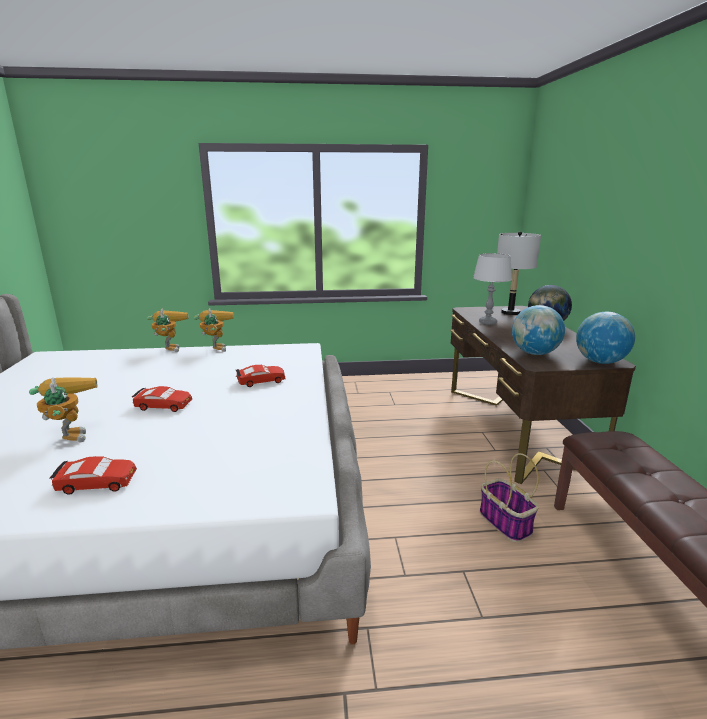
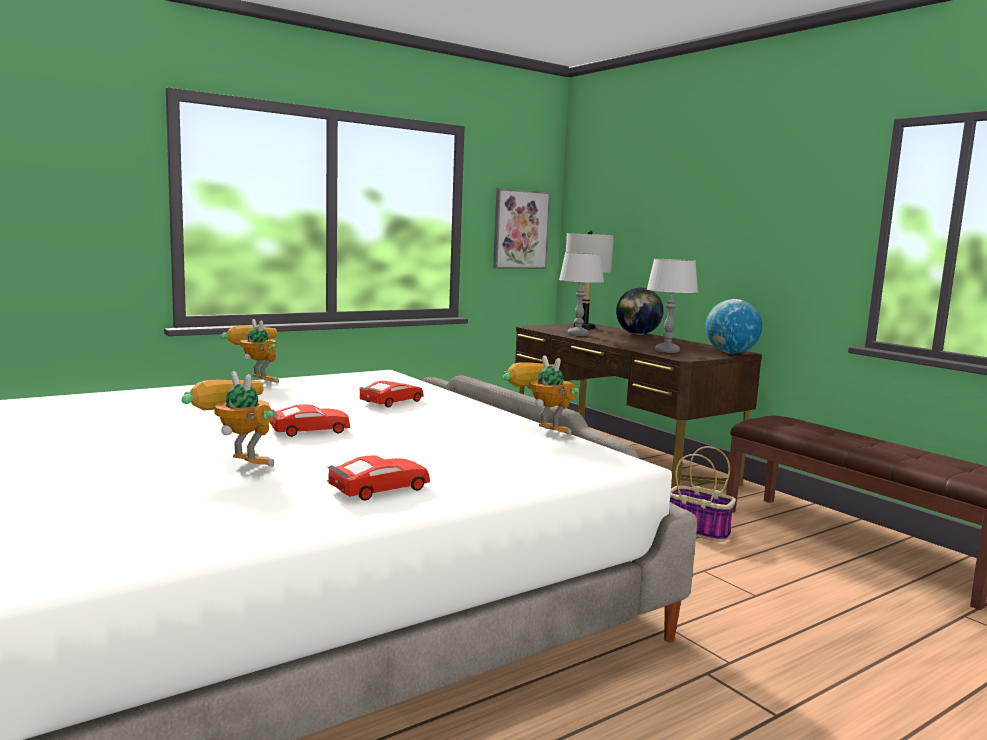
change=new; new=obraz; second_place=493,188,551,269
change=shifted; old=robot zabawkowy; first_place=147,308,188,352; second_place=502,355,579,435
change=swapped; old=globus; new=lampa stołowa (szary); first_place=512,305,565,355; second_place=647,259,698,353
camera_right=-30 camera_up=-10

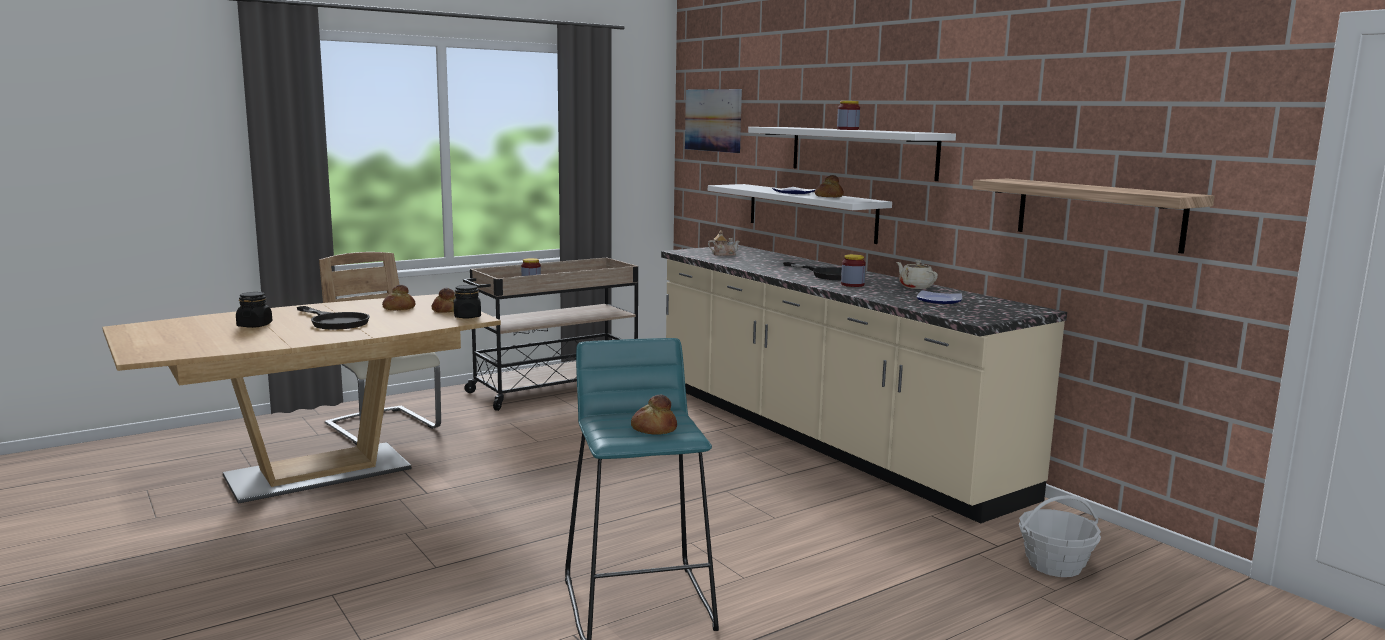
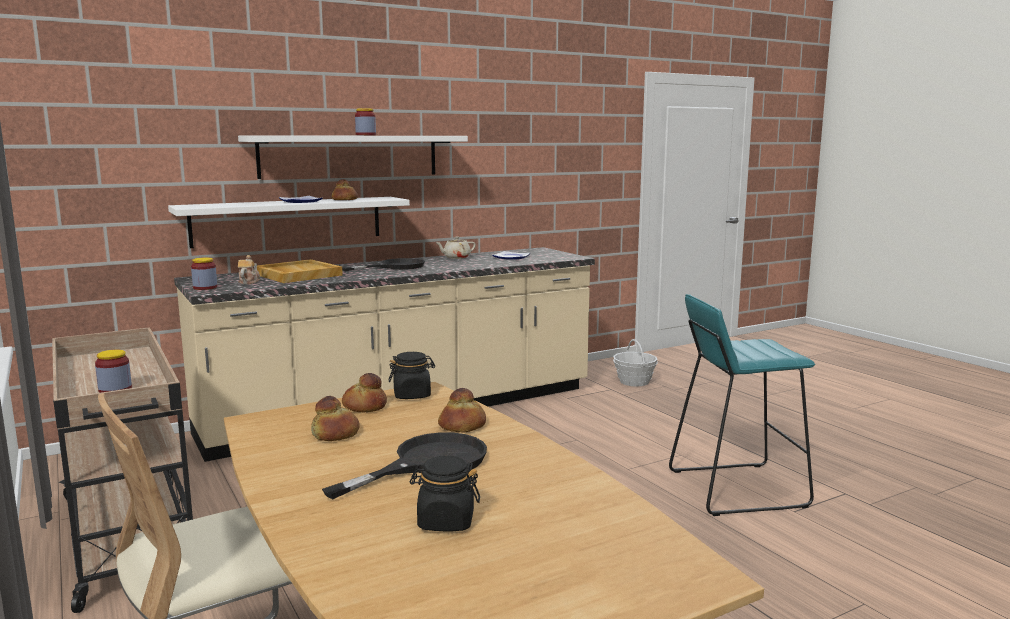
change=gone; old=obraz; first_place=685,89,742,153
change=gone; old=półka; first_place=972,179,1215,254
change=new; new=taca (beżowy); second_place=257,259,343,283
change=shifted; old=chleb; first_place=631,395,677,435; second_place=438,388,486,432
change=shifted; old=słoik; first_place=841,254,866,287; second_place=191,257,217,290
camera_right=-85 camera_up=0

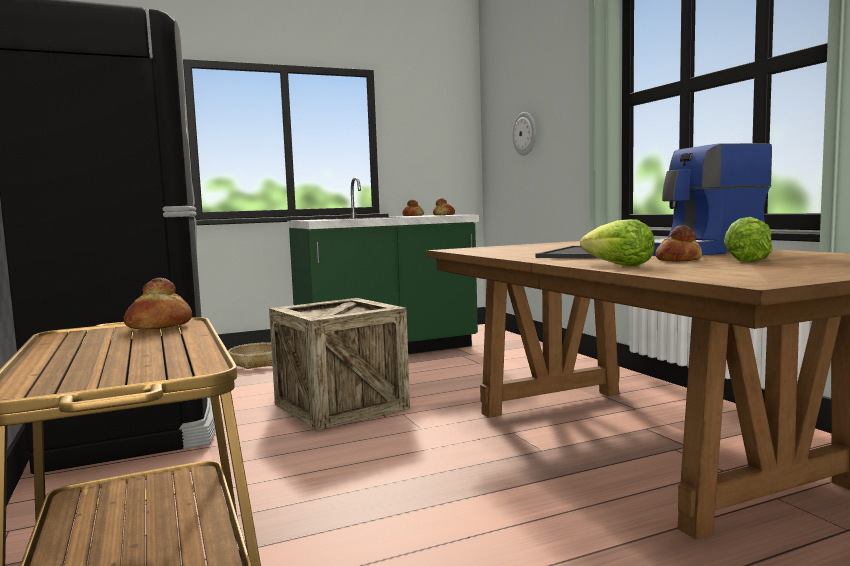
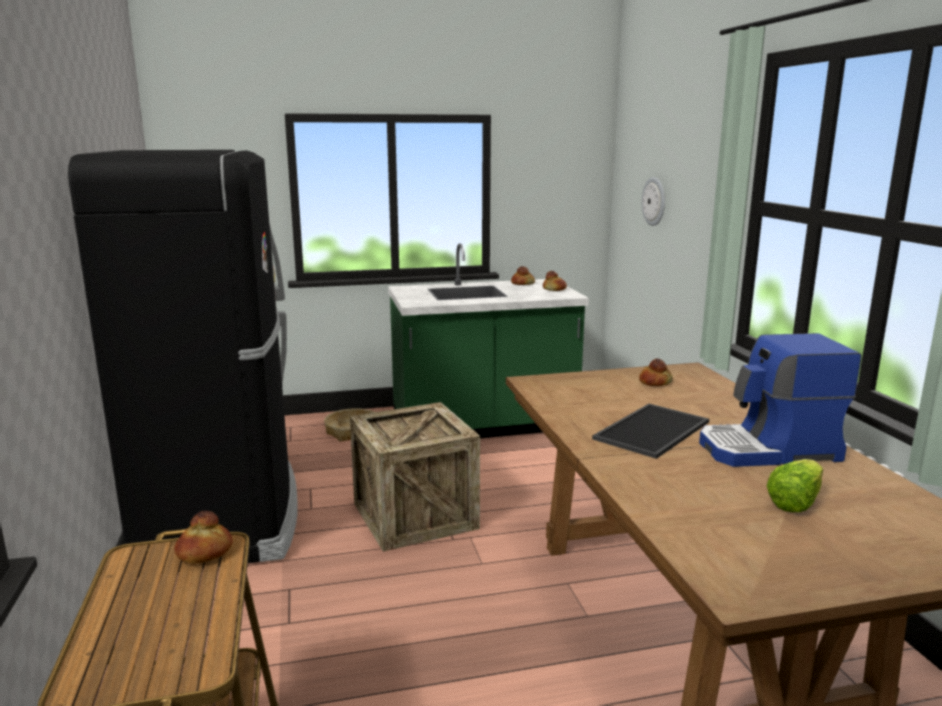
change=gone; old=sałata; first_place=580,219,655,266
change=shifted; old=chleb; first_place=655,225,702,262; second_place=639,358,673,386
camera_right=10 camera_up=10

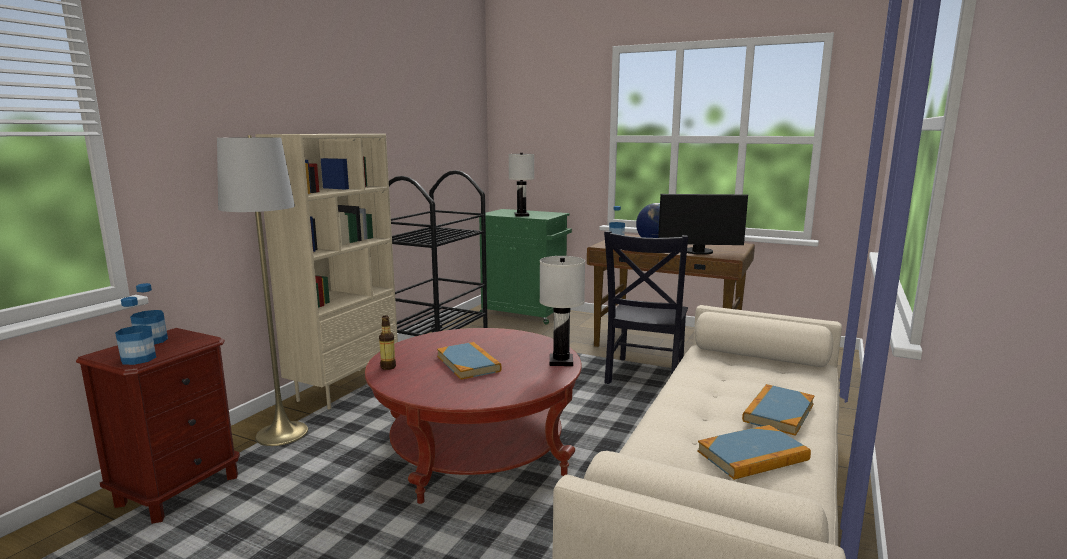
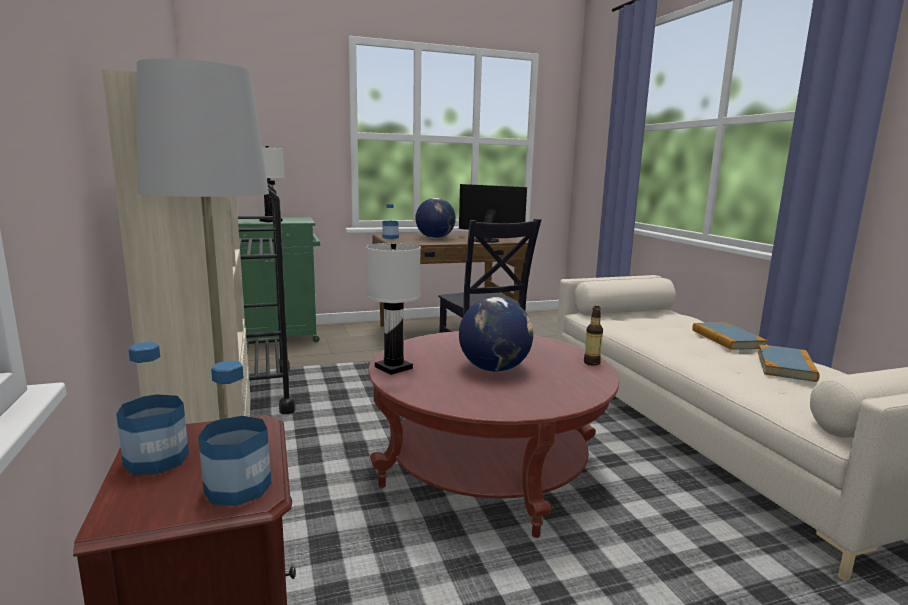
change=shifted; old=butelka; first_place=379,316,396,370; second_place=584,306,603,366
change=shifted; old=lampa stołowa (biały); first_place=539,256,585,366; second_place=366,243,421,375
change=swapped; old=książka; new=globus; first_place=437,342,502,380; second_place=459,297,533,372
change=rotated; old=monitor; first_place=658,194,748,255; second_place=459,184,527,243; degrees=-105
camera_right=-45 camera_up=0

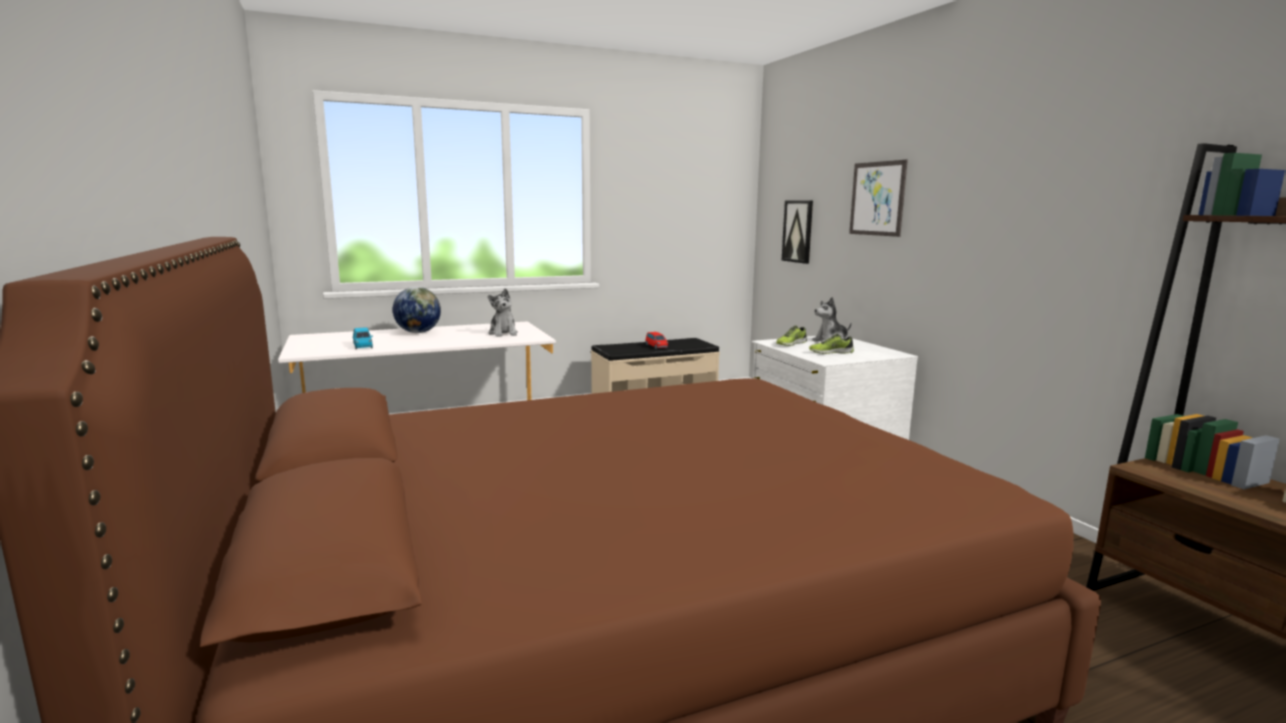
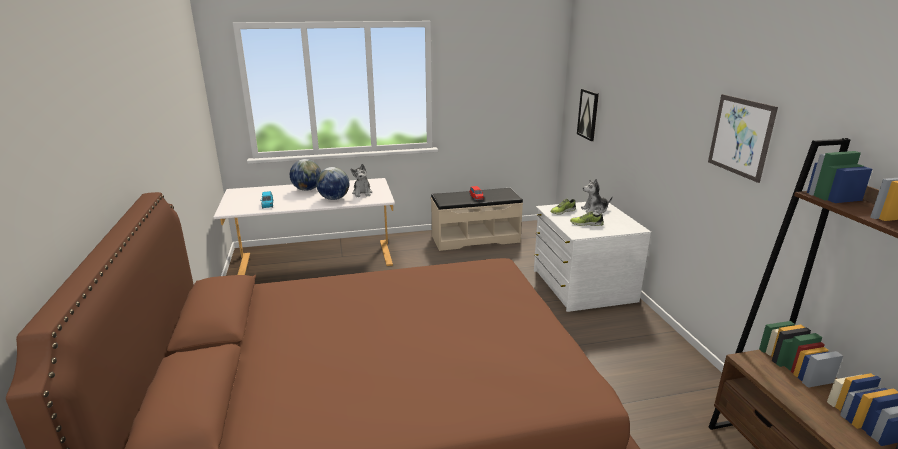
change=new; new=globus; second_place=316,167,349,200
change=shifted; old=obraz; first_place=849,160,908,237; second_place=708,94,778,183
camera_right=10 camera_up=10

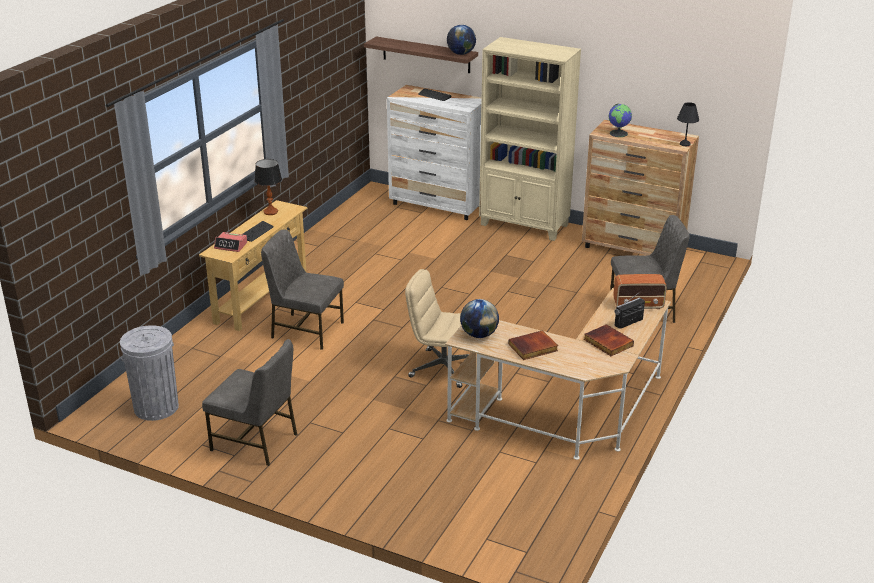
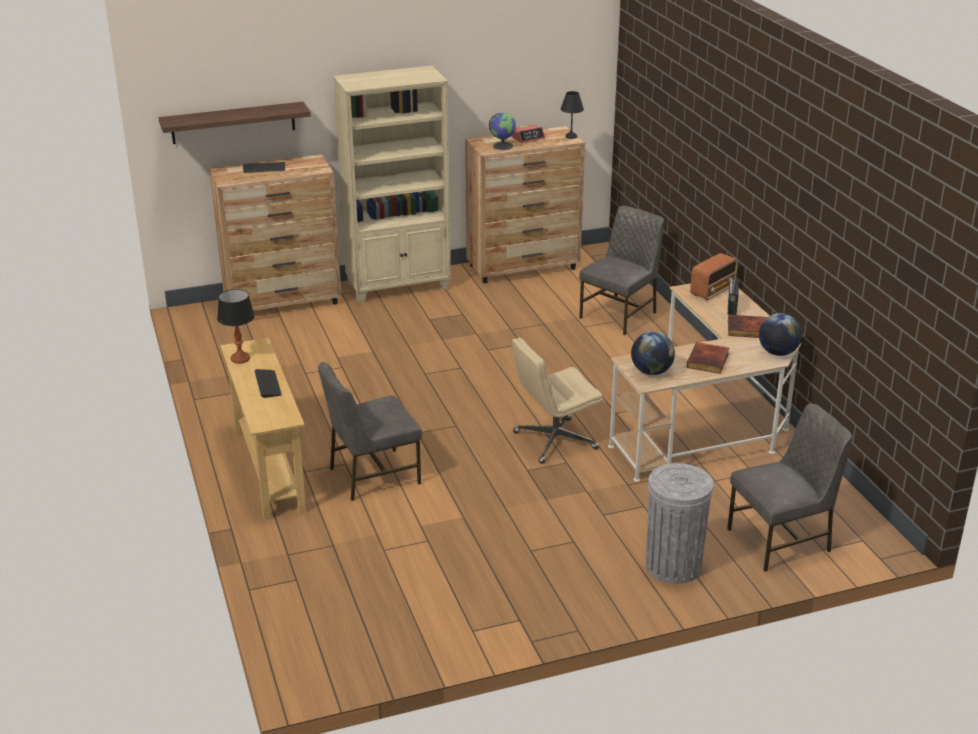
change=shifted; old=kosz na śmieci (szary); first_place=120,325,179,421; second_place=646,463,714,584
change=shifted; old=krzesło (szary); first_place=202,339,297,466; second_place=727,404,852,572
change=shifted; old=budzik; first_place=214,232,247,252; second_place=511,124,545,143
change=shifted; old=globus; first_place=447,25,476,55; second_place=759,313,802,356
change=repainted; old=komoda (biały); new=komoda (brązowy); first_place=387,85,482,220; second_place=209,154,342,311
camera_right=-45 camera_up=0

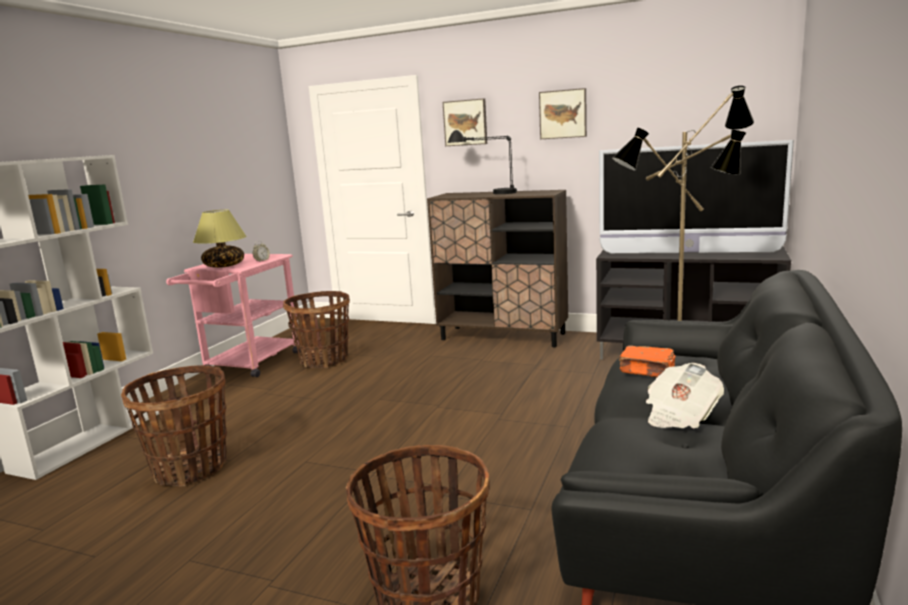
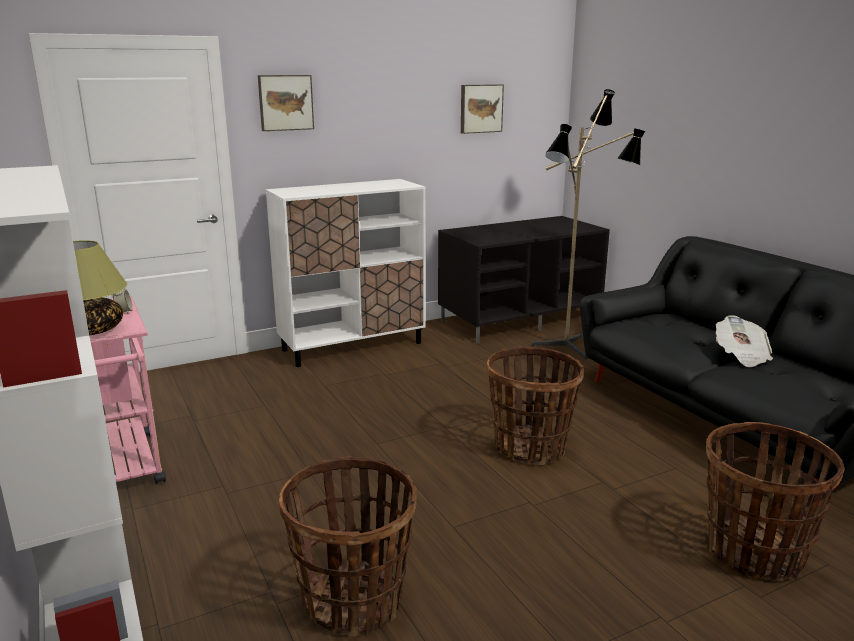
change=gone; old=lampa stołowa (czarny); first_place=448,130,517,194
change=gone; old=telewizor; first_place=599,140,794,254
change=gone; old=książka (pomarańczowy); first_place=619,346,676,378
change=shifted; old=koszyk; first_place=283,291,350,368; second_place=487,346,583,465
change=shifted; old=obraz; first_place=539,88,587,139; second_place=461,84,504,134
change=repainted; old=szafka (brązowy); new=szafka (biały); first_place=427,190,568,347; second_place=266,179,425,367
camera_right=-50 camera_up=5

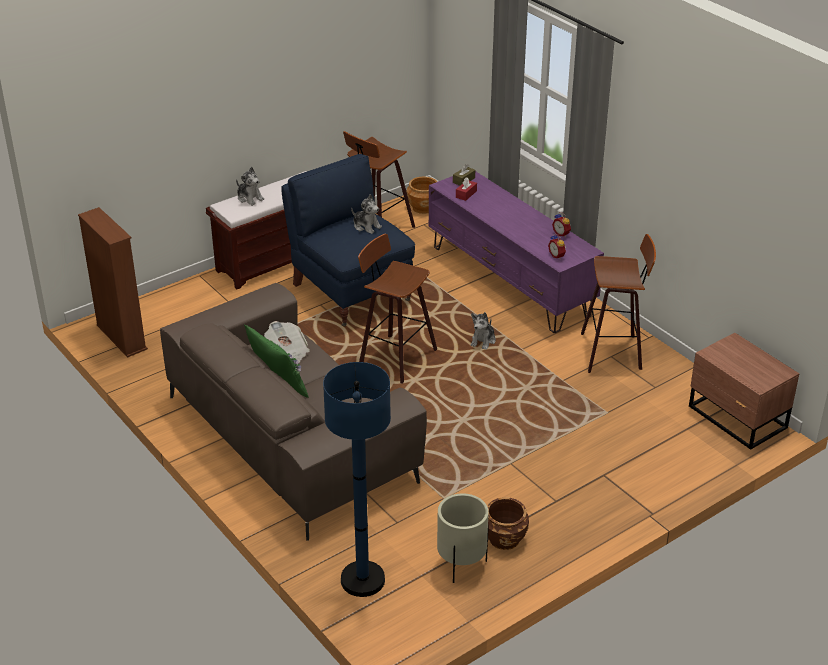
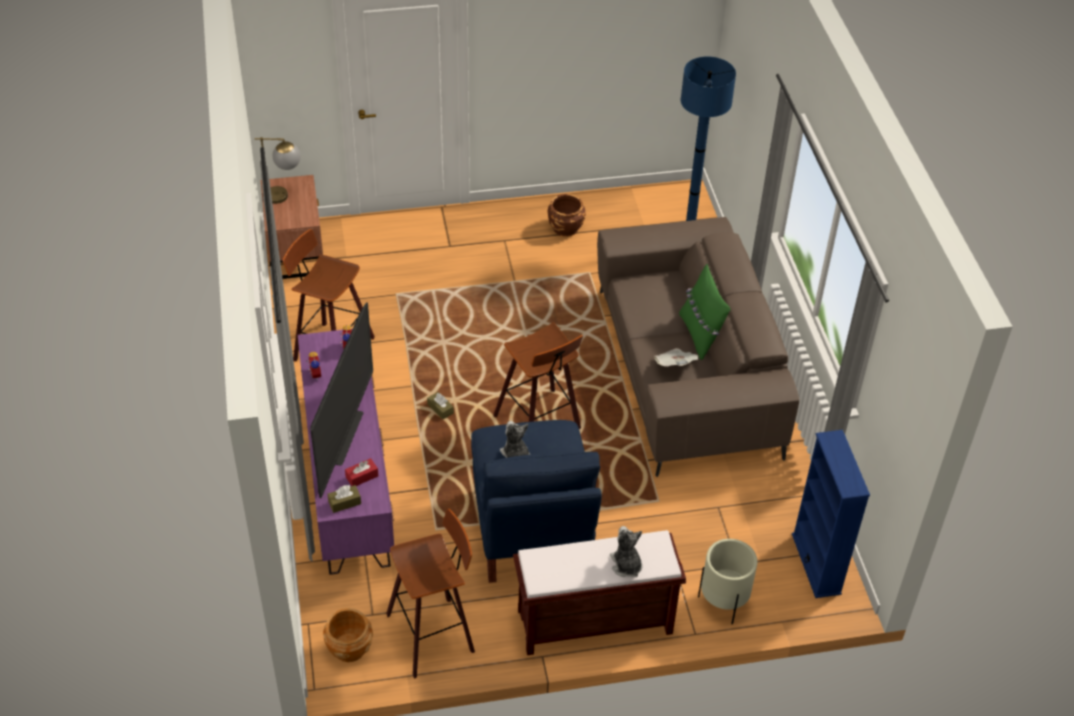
change=new; new=lampa stołowa; second_place=254,137,301,204
change=new; new=telewizor; second_place=310,302,373,498
change=shifted; old=donica (beżowy); first_place=437,493,489,583; second_place=698,539,757,624
change=swapped; old=pluszak; new=pudełko chusteczek (brązowy); first_place=471,312,496,350; second_place=427,392,454,419
change=repainted; old=regał (brązowy); new=regał (niebieski); first_place=78,207,148,357; second_place=792,430,870,598
camera_right=-155 camera_up=10

